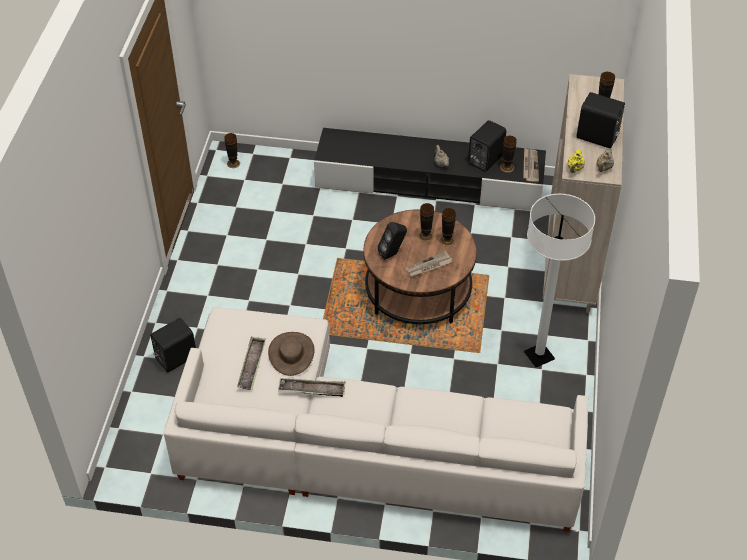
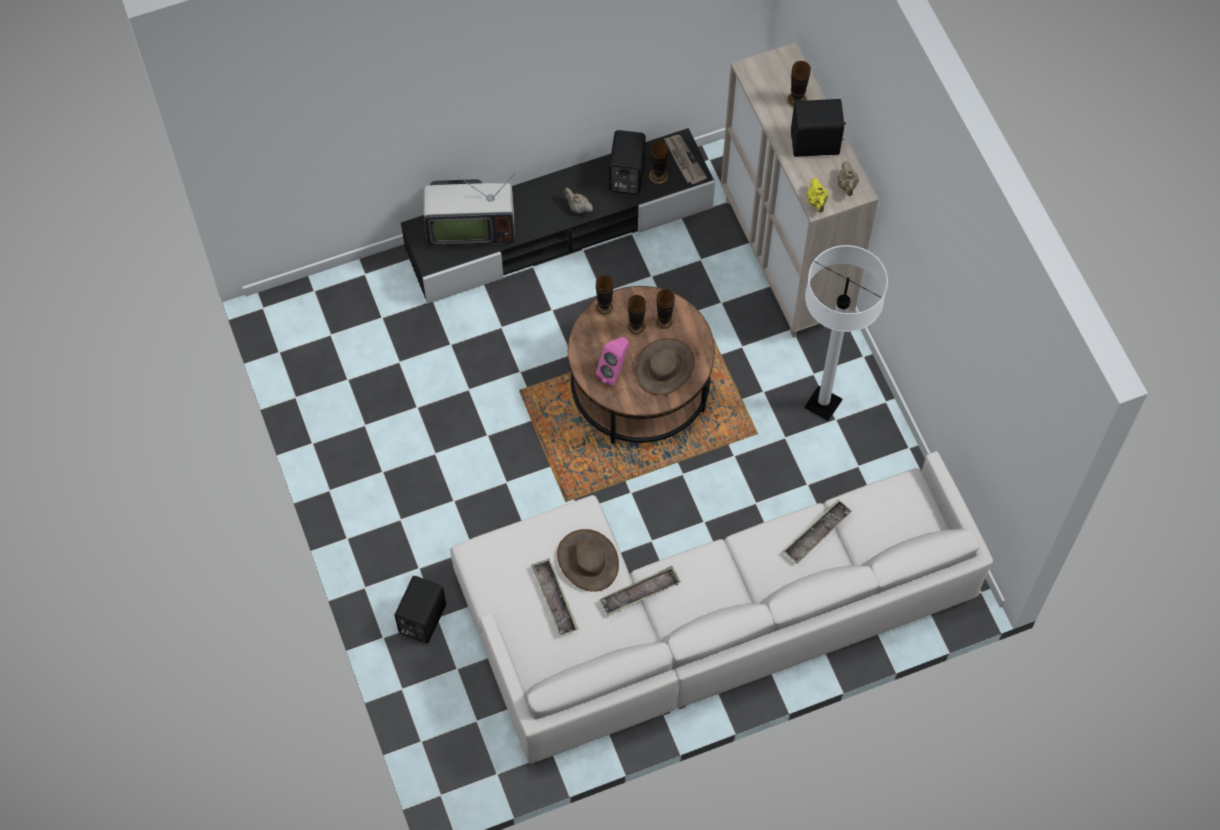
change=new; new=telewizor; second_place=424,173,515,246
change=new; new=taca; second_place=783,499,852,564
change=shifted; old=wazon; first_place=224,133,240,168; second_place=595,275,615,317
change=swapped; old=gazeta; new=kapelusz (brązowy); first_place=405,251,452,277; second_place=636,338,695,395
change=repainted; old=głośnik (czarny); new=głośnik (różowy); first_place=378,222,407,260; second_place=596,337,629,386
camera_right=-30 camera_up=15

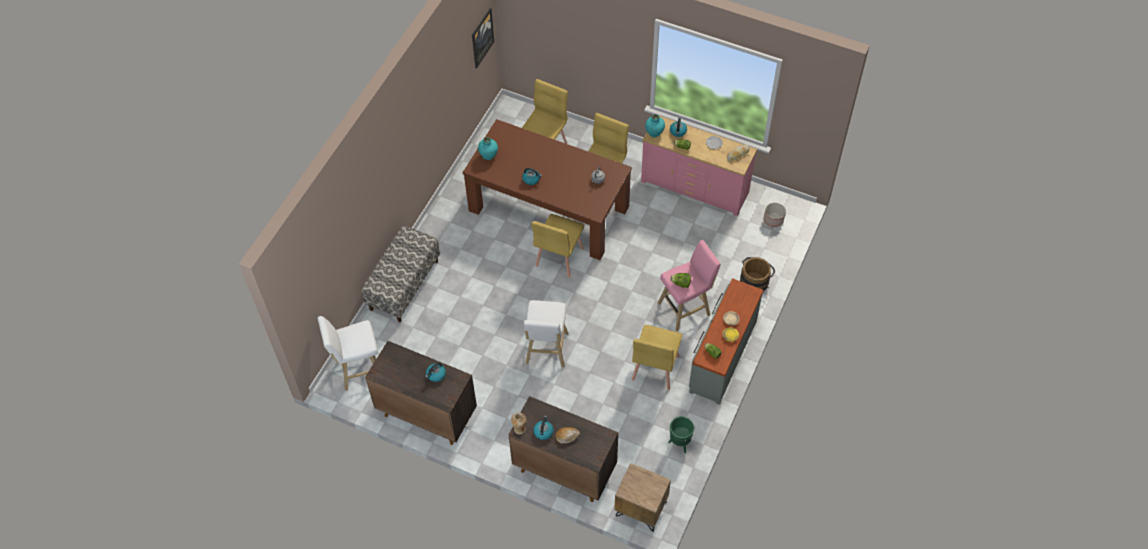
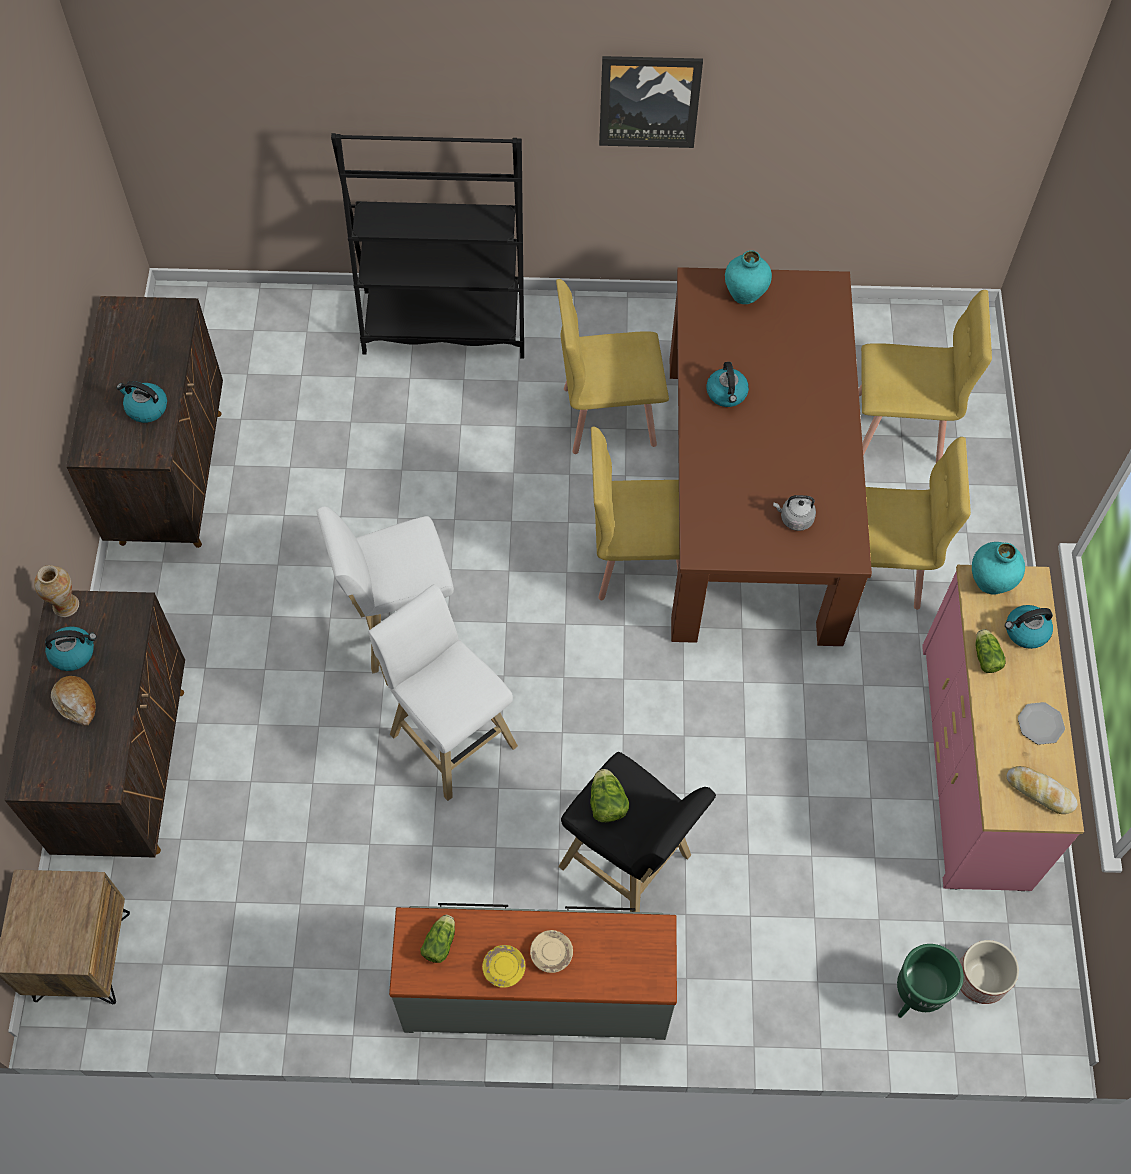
change=gone; old=wiadro (brązowy); first_place=740,257,775,292
change=shifted; old=stołek (biały); first_place=318,316,378,391; second_place=369,585,518,801
change=shifted; old=obraz; first_place=472,8,494,69; second_place=599,56,703,148
change=shifted; old=krzesło (żółty); first_place=632,325,682,390; second_place=556,279,669,454
change=shifted; old=donica (zielony); first_place=668,416,694,453; second_place=897,944,964,1018
change=swapped; old=ławka; new=regał (czarny); first_place=361,226,440,322; second_place=331,133,524,359
change=repainted; old=stołek (różowy); new=stołek (czarny); first_place=657,240,721,331; second_place=558,752,716,912
camera_right=65 camera_up=5

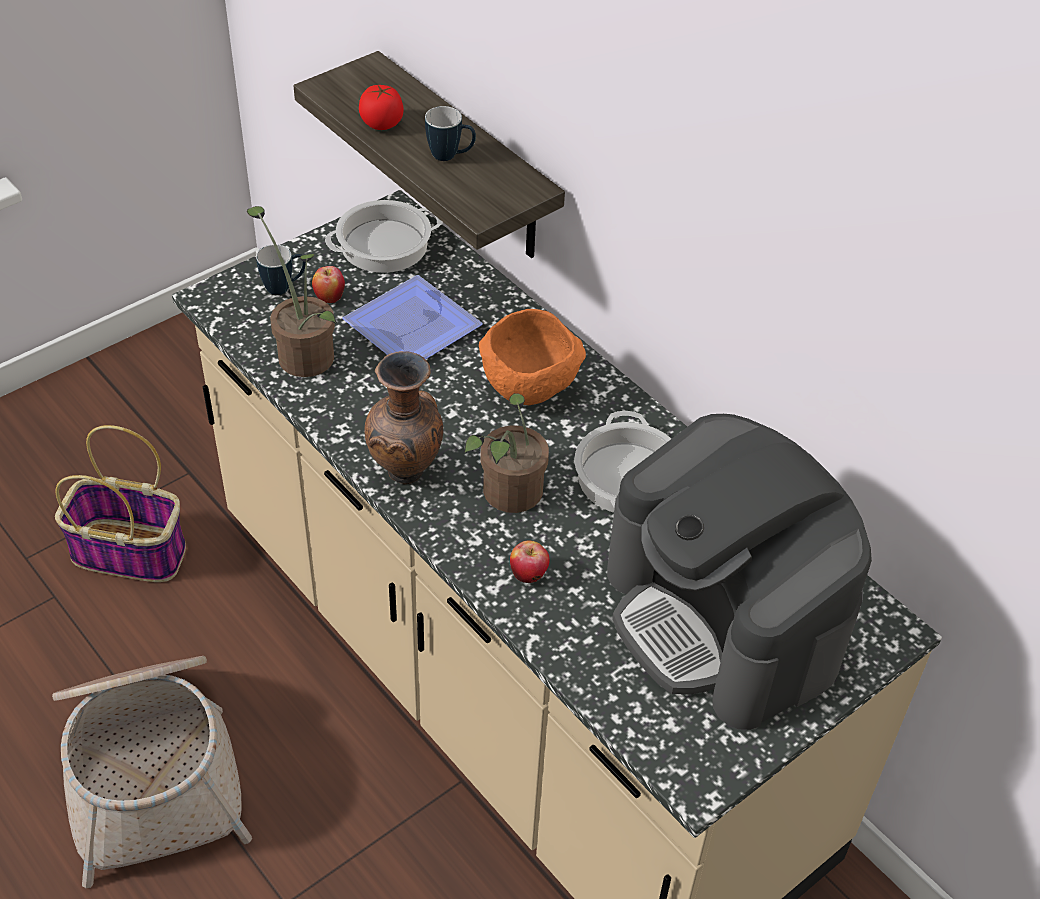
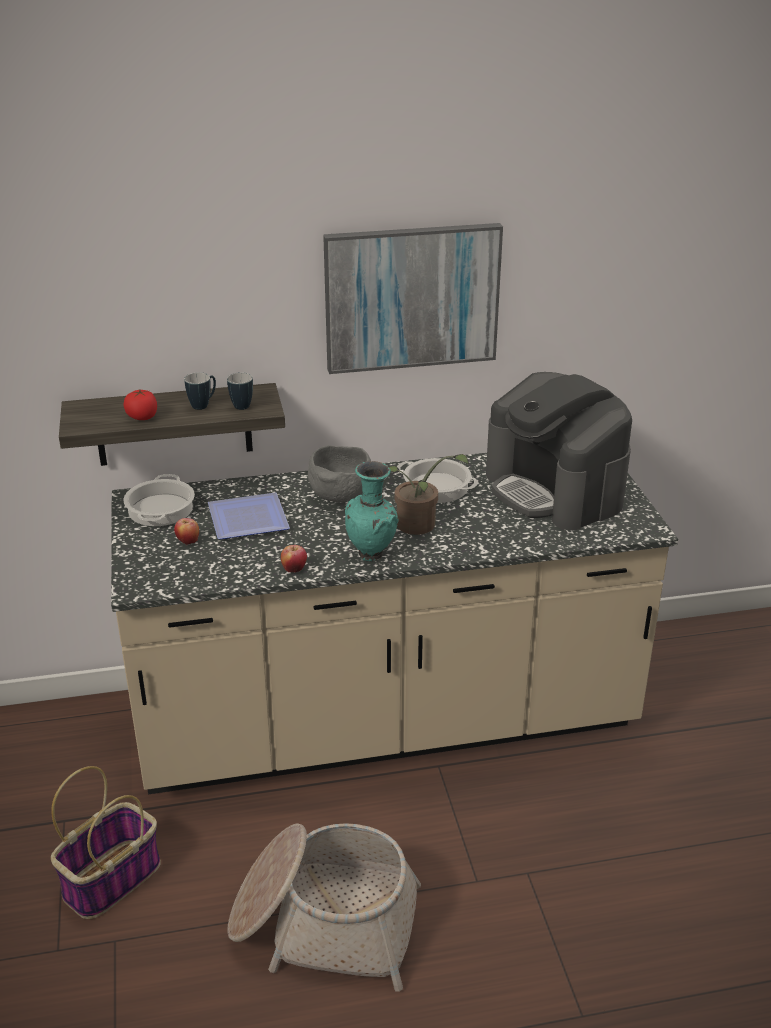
change=gone; old=roślina doniczkowa; first_place=247,206,337,377
change=new; new=obraz; second_place=323,223,503,374
change=shifted; old=kubek; first_place=256,244,306,295; second_place=227,372,253,410
change=shifted; old=jabłko; first_place=510,541,549,583; second_place=281,545,307,573
change=repainted; old=wazon (brązowy); new=wazon (turkusowy); first_place=364,351,443,485; second_place=345,461,399,561
change=repainted; old=miska (pomarańczowy); new=miska (szary); first_place=479,309,586,405; second_place=308,445,371,503
change=rotated; old=ekspres do kawy; first_place=607,414,872,730; second_place=486,372,632,530; degrees=60
camera_right=-60 camera_up=-15

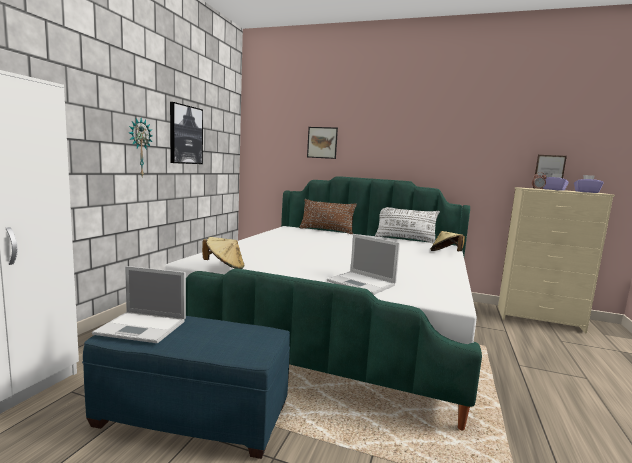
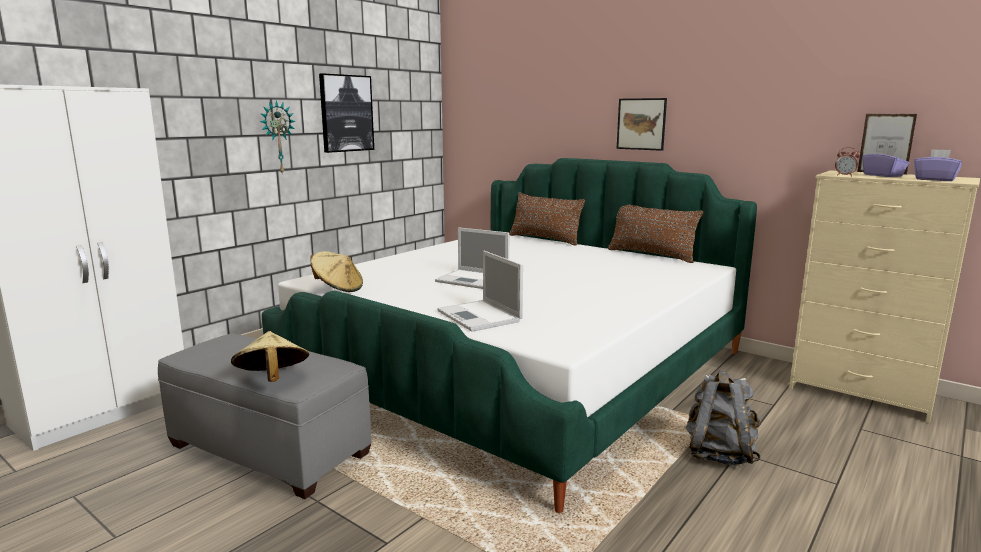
change=new; new=plecak (szary); second_place=686,371,760,465
change=shifted; old=laptop; first_place=92,266,186,343; second_place=435,227,509,289
change=shifted; old=obraz; first_place=307,127,338,159; second_place=617,98,667,151
change=shifted; old=kapelusz (beżowy); first_place=431,231,465,251; second_place=231,331,310,382
change=repainted; old=pufa (niebieski); new=pufa (szary); first_place=82,316,290,459; second_place=158,334,371,499
change=repainted; old=poduszka (biały); new=poduszka (brązowy); first_place=375,207,440,244; second_place=608,205,704,263
camera_right=20 camera_up=5

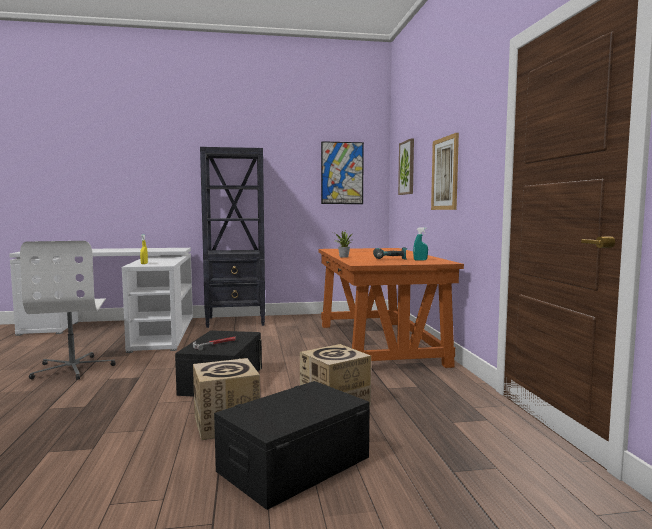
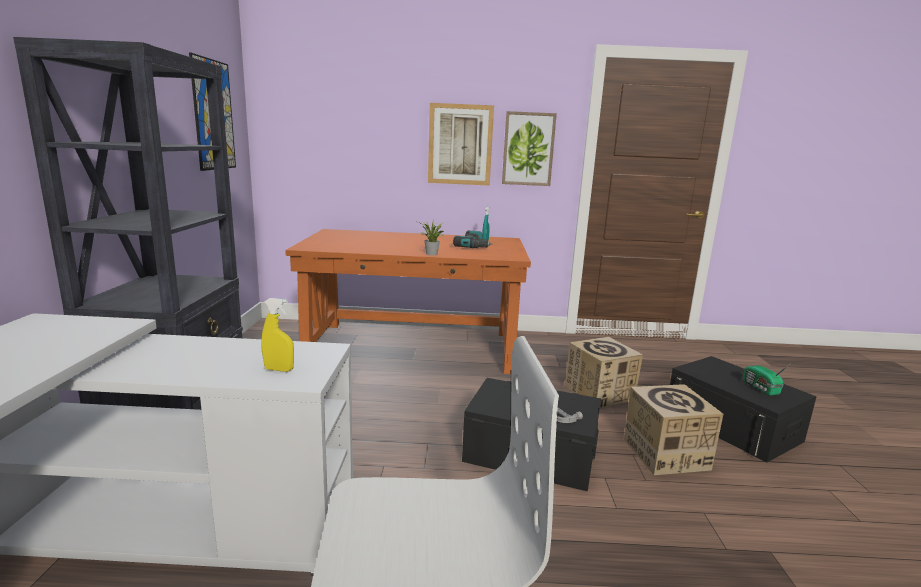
change=new; new=radio; second_place=743,363,791,395
change=shifted; old=obraz; first_place=398,138,414,195; second_place=502,111,557,186
camera_right=-80 camera_up=10

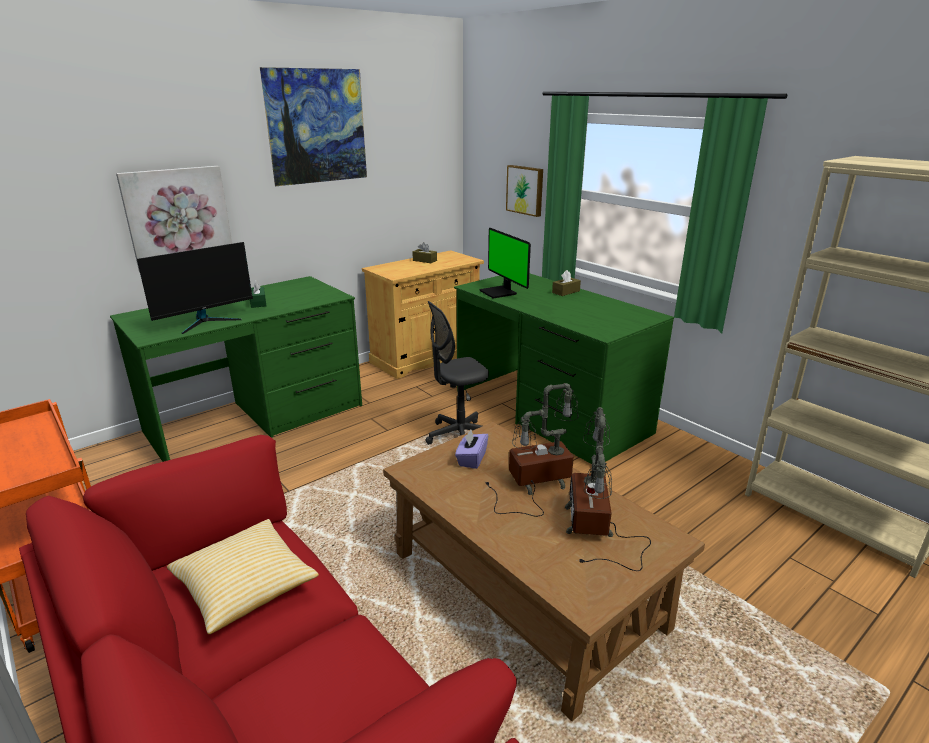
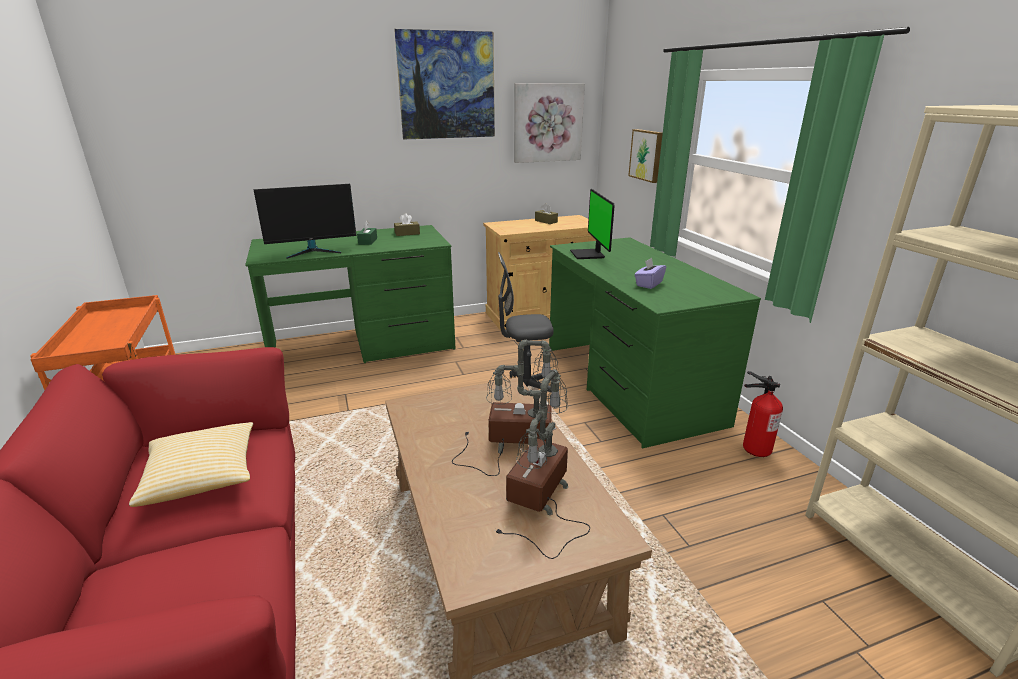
change=new; new=gaśnica; second_place=743,371,783,457
change=shifted; old=obraz; first_place=116,166,232,272; second_place=514,83,585,163
change=shifted; old=pudełko chusteczek (fioletowy); first_place=455,429,488,469; second_place=635,258,666,289
change=shifted; old=pudełko chusteczek (brązowy); first_place=552,270,581,296; second_place=394,213,420,236
camera_right=20 camera_up=0

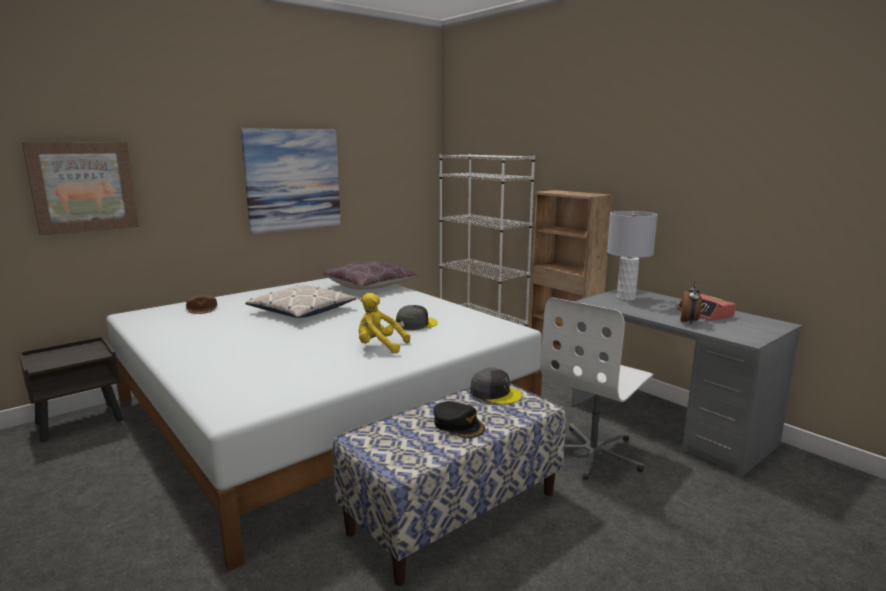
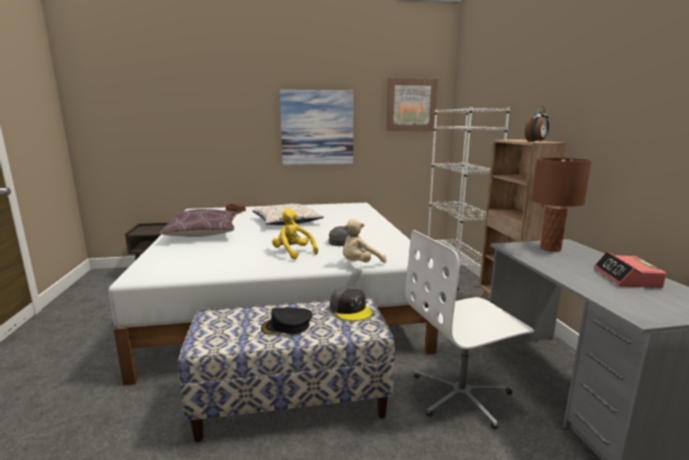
change=new; new=pluszak (beżowy); second_place=343,219,387,263
change=shifted; old=obraz; first_place=22,142,139,235; second_place=386,78,438,131
change=shifted; old=poduszka (brązowy); first_place=321,261,418,290; second_place=160,209,237,237
change=shifted; old=budzik; first_place=680,281,702,324; second_place=525,106,549,142
change=repainted; old=lampa stołowa (szary); new=lampa stołowa (brązowy); first_place=607,211,658,301; second_place=531,157,592,252
change=rotated; old=czapka z daszkiem (czarny); first_place=434,401,485,438; second_place=261,307,312,334; degrees=90
camera_right=30 camera_up=0

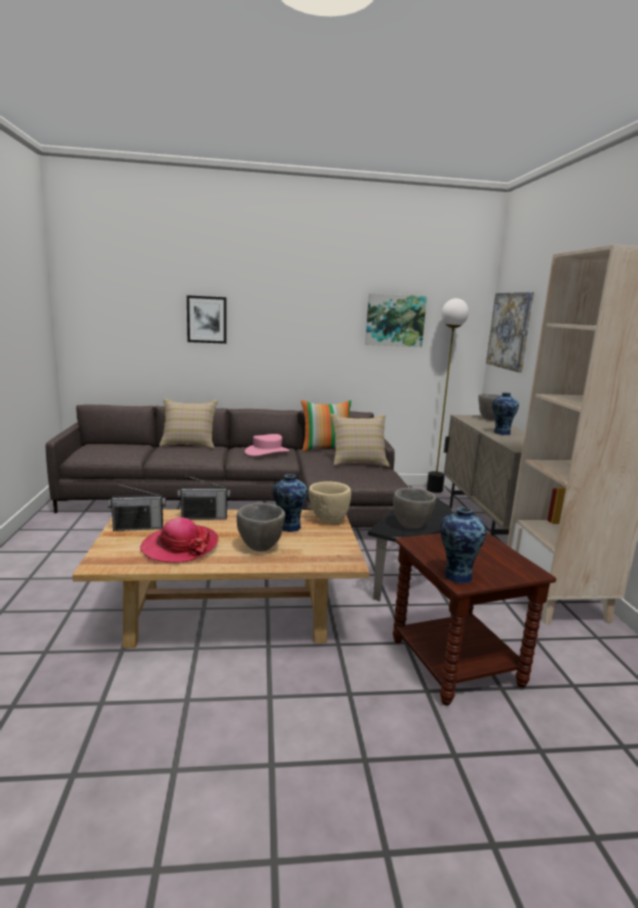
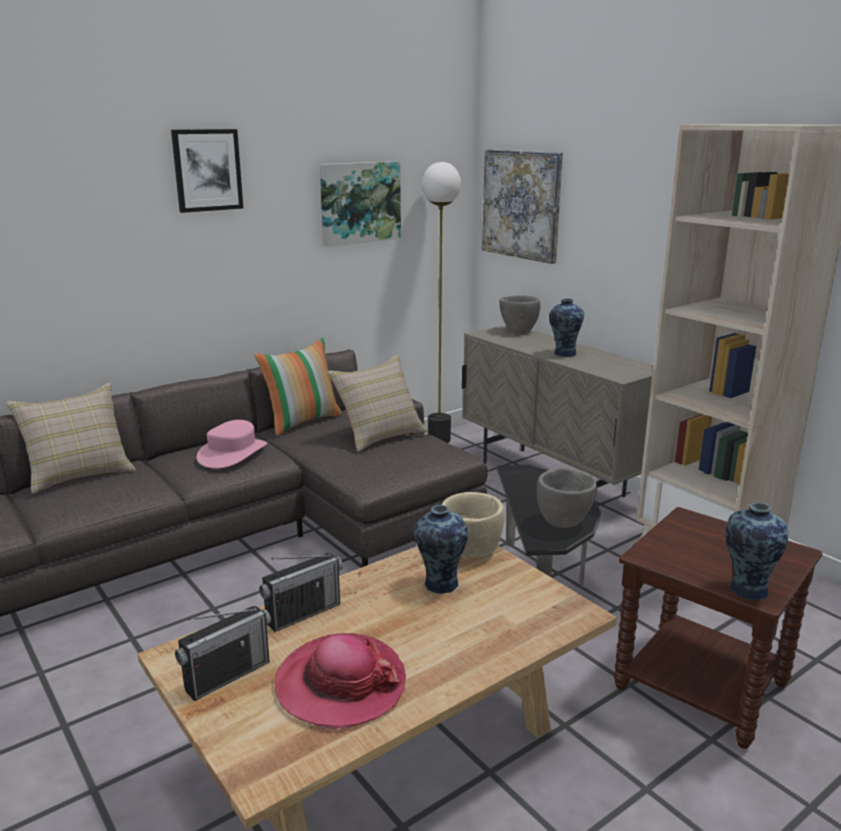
change=gone; old=miska (szary); first_place=237,503,285,552
change=shifted; old=obraz; first_place=187,295,226,344; second_place=171,129,243,213
camera_right=-30 camera_up=5

